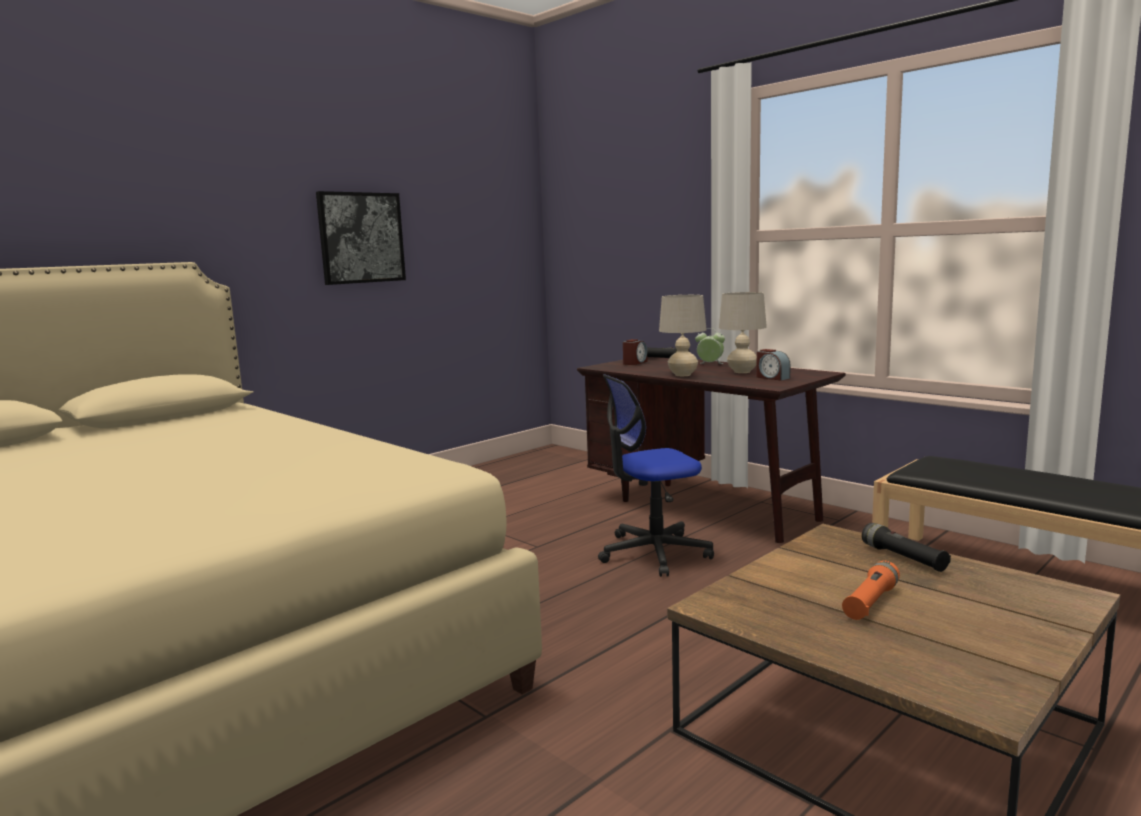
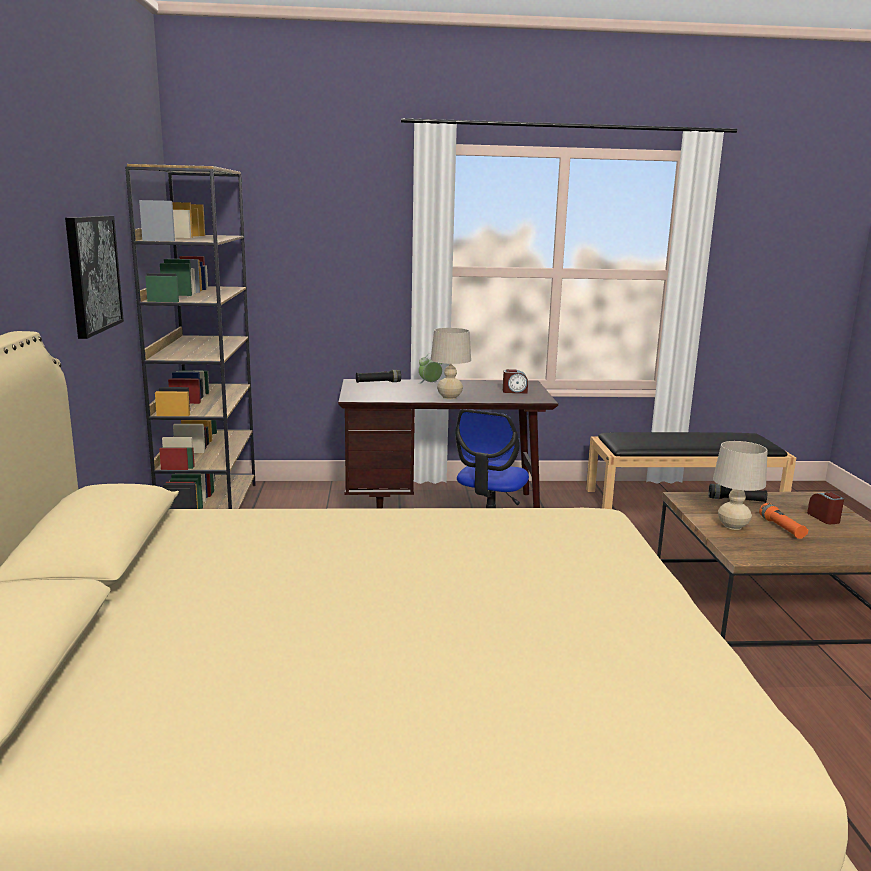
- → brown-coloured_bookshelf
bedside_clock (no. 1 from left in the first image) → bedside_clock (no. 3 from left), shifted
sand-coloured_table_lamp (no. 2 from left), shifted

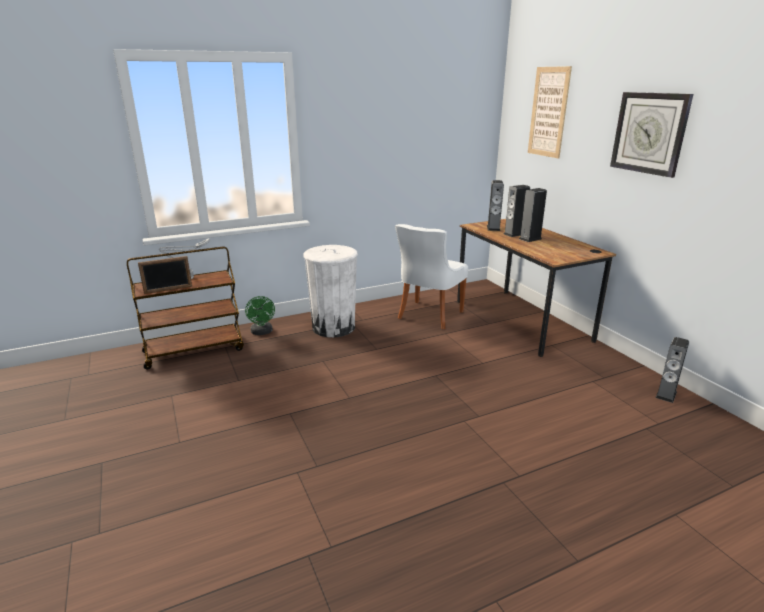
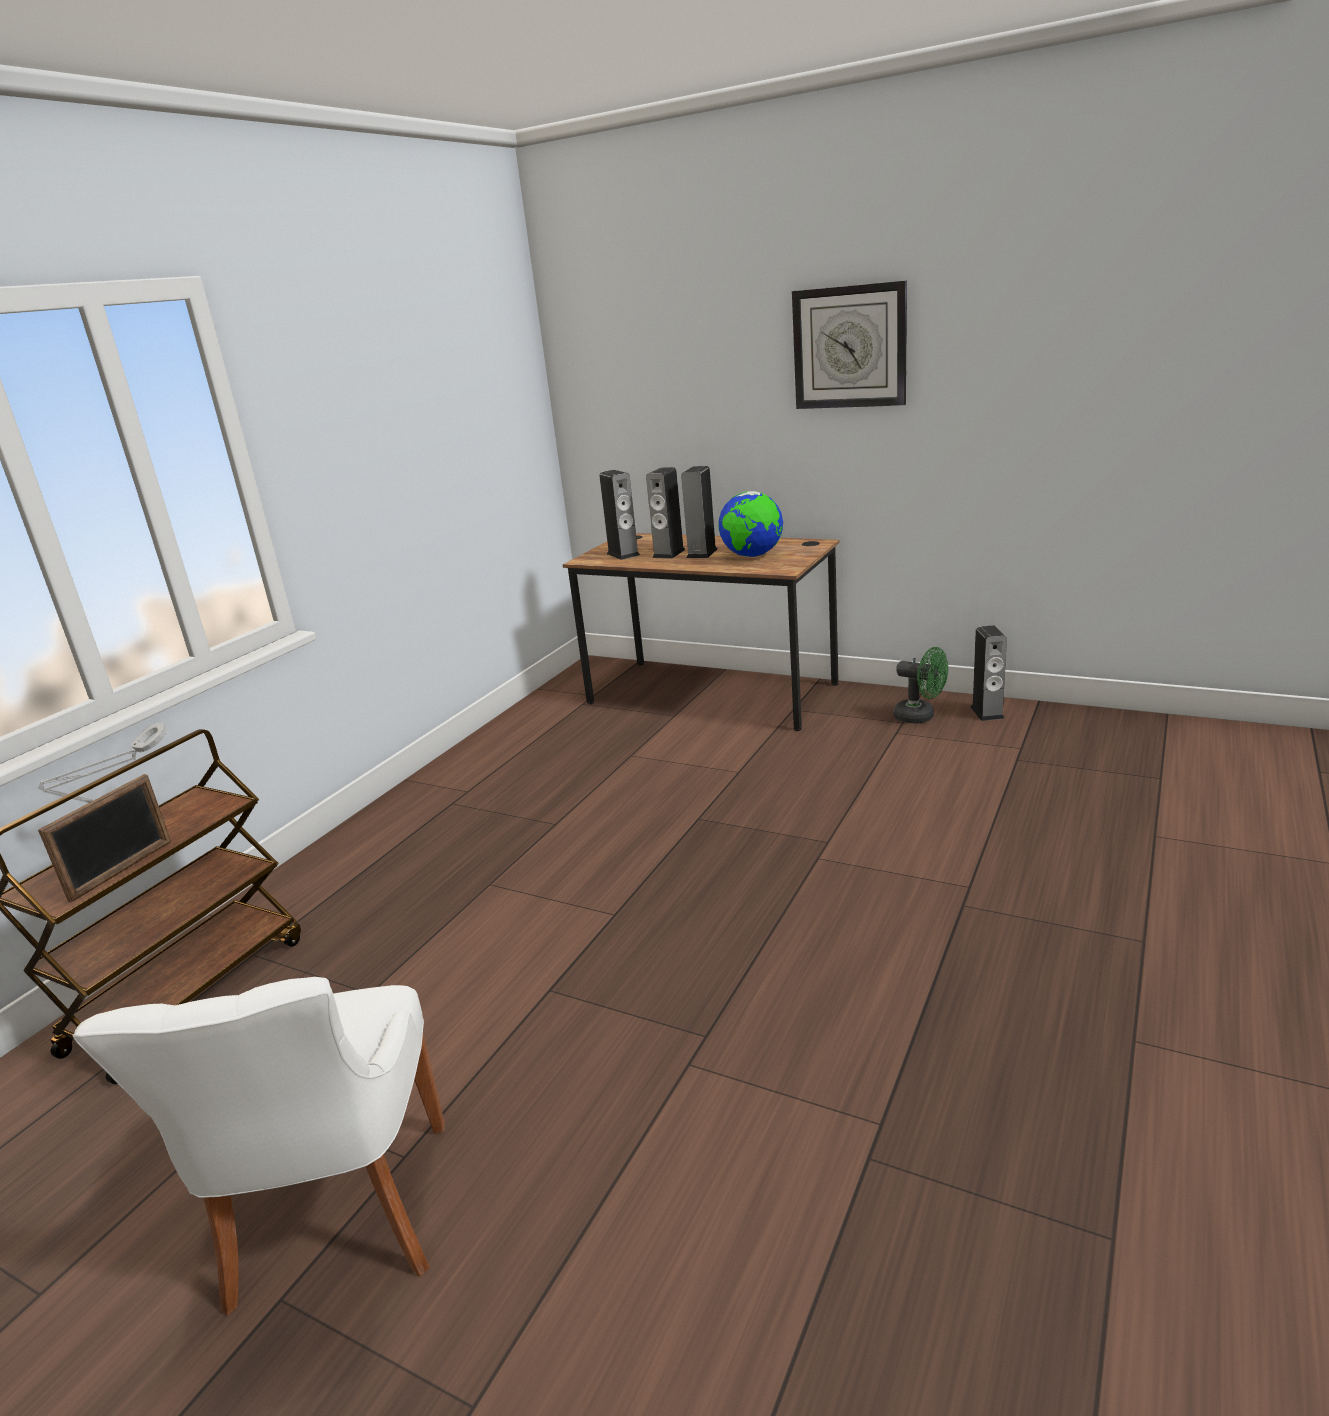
white-coloured_trash_can → -
picture → -
- → globe
green-coloured_electric_fan, shifted
white-coloured_upright_chair, shifted

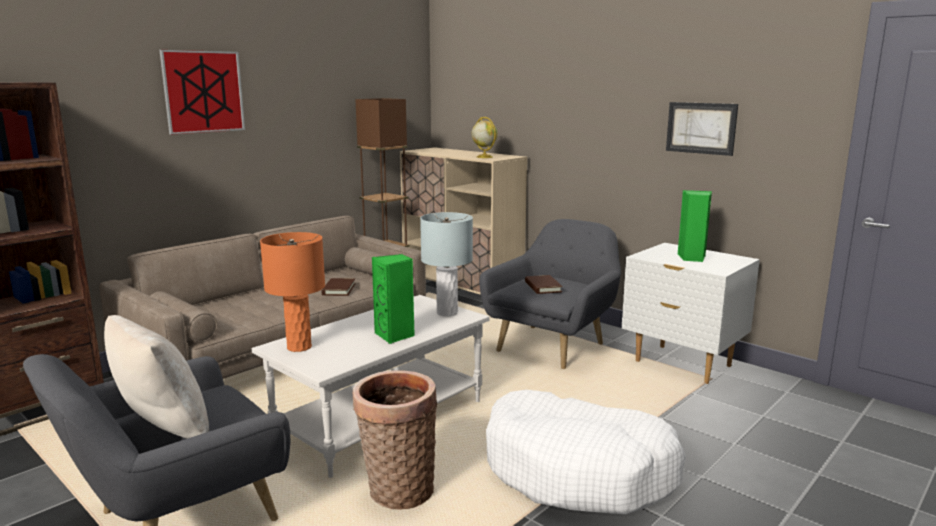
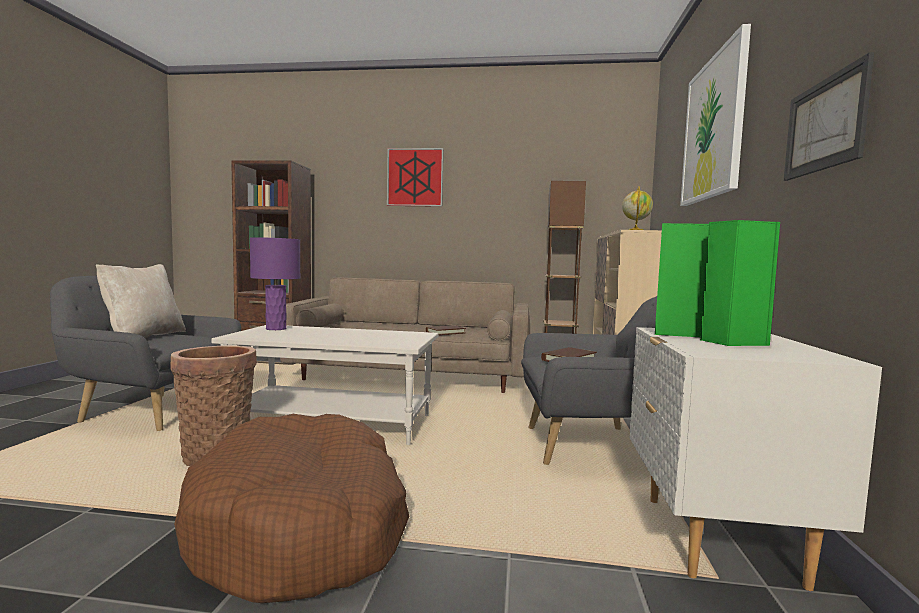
gray_table_lamp → -
- → picture (no. 2 from left)
green-coloured_loudspeaker (no. 1 from left), shifted
orangey_table_lamp → purple-coloured_table_lamp
white-coloured_dog_bed → brown-coloured_dog_bed

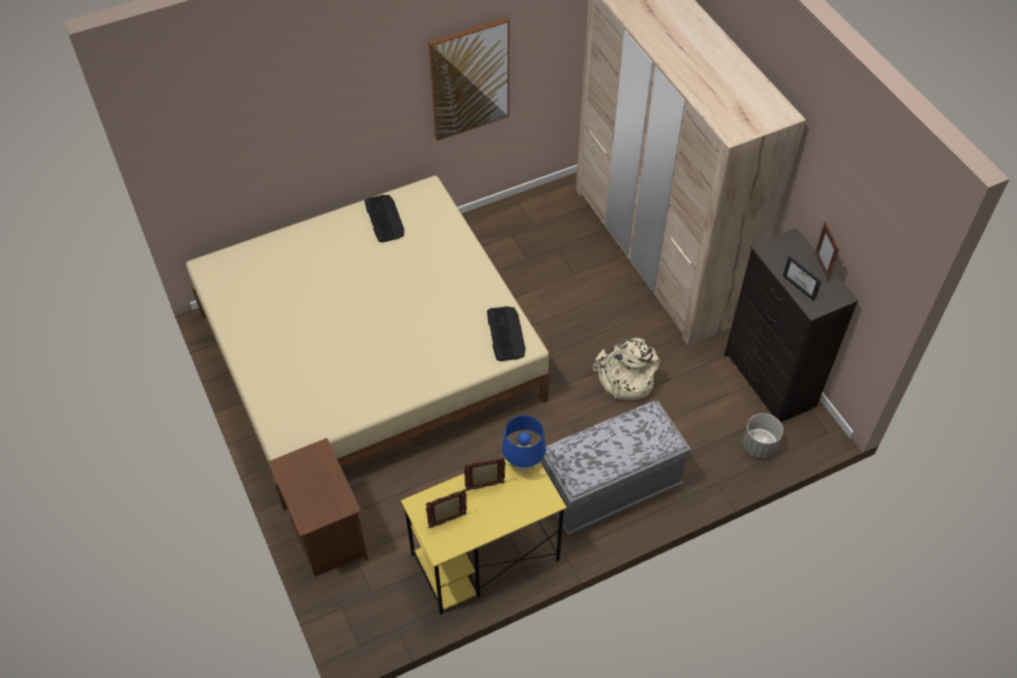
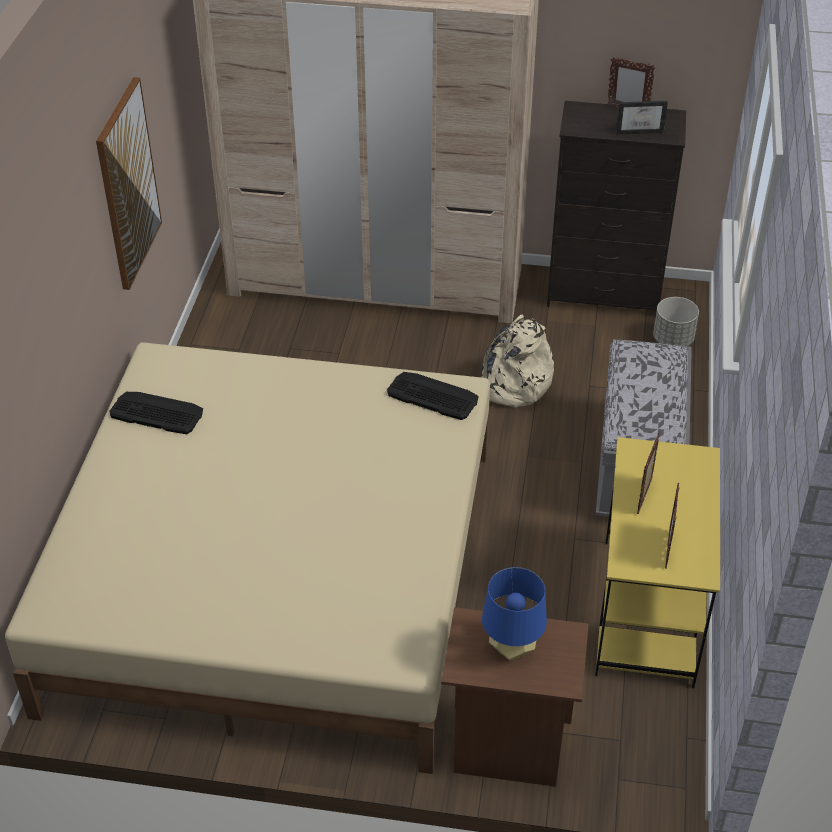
bluish_table_lamp, shifted

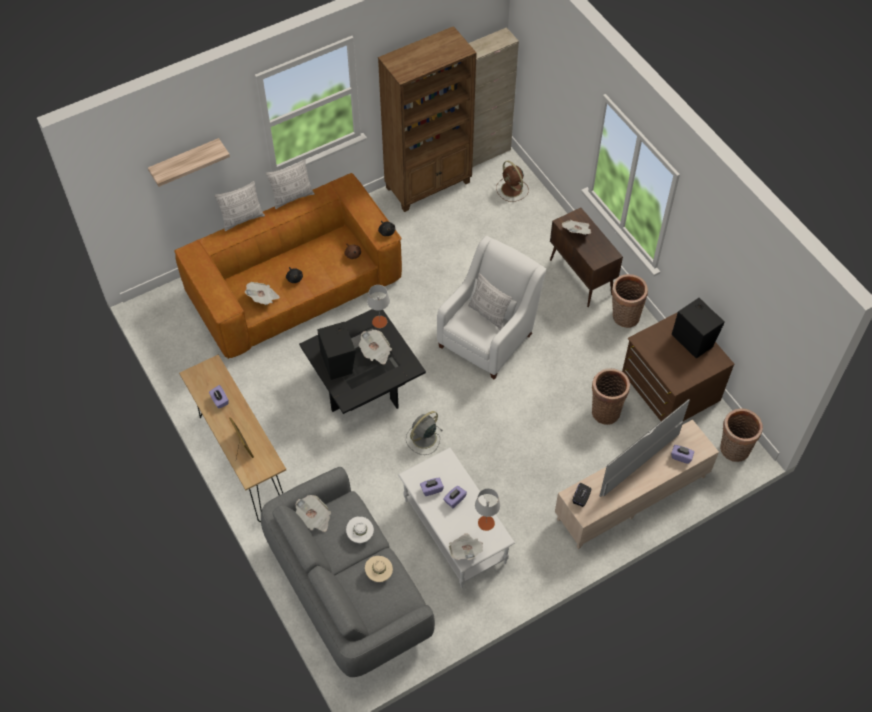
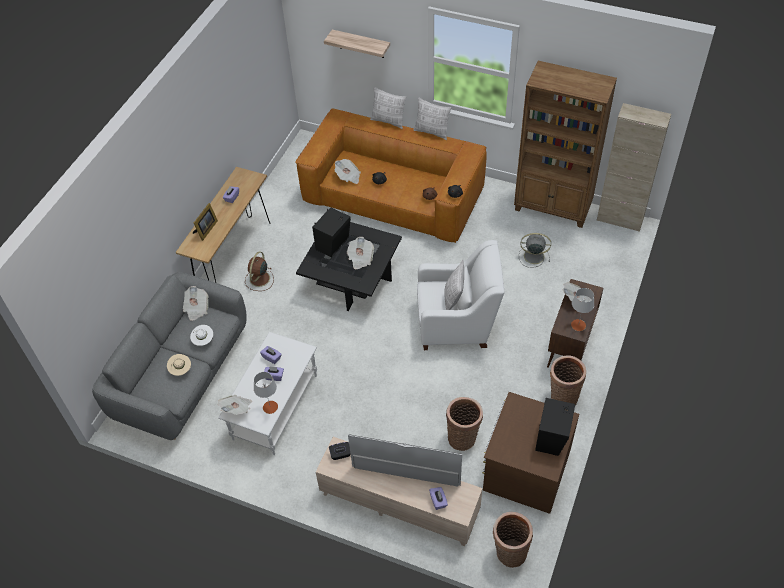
gray_table_lamp (no. 1 from left in the first image) → gray_table_lamp (no. 2 from left), shifted
gray_electric_fan, shifted
brown-coloured_electric_fan, shifted

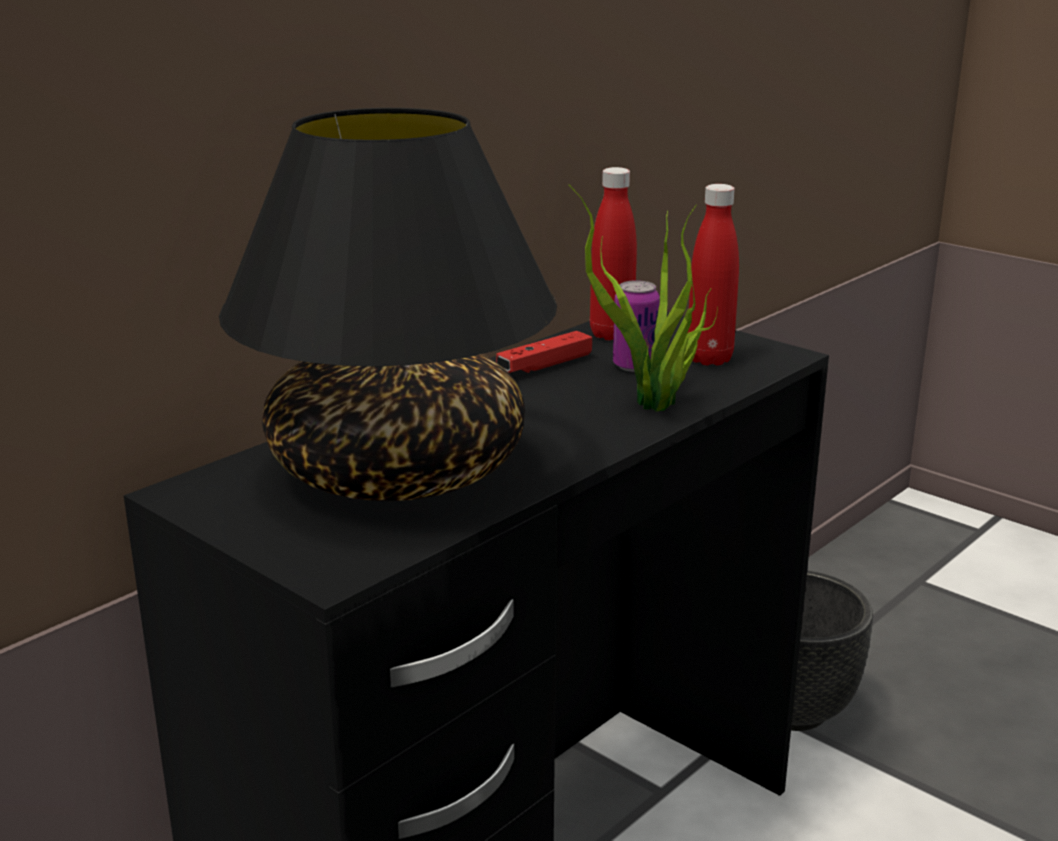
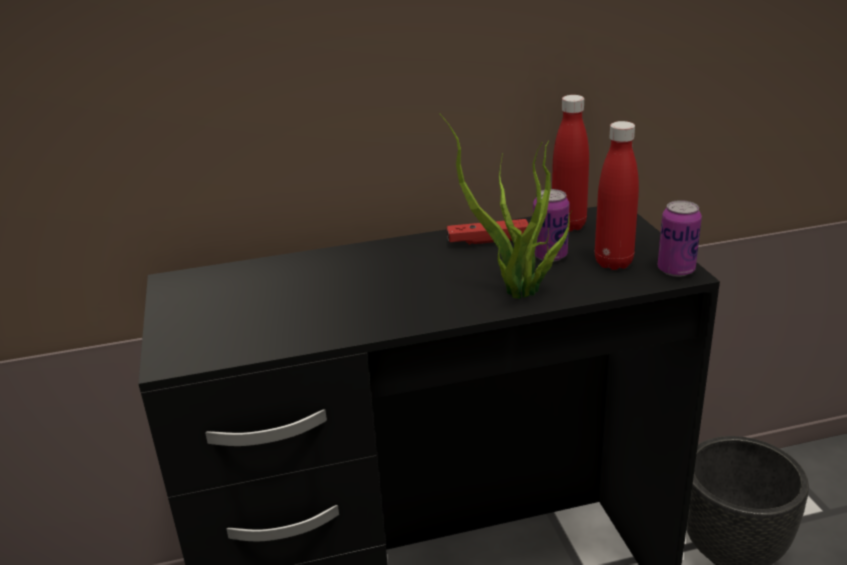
blackish_table_lamp → -
- → sealed_can (no. 2 from left)

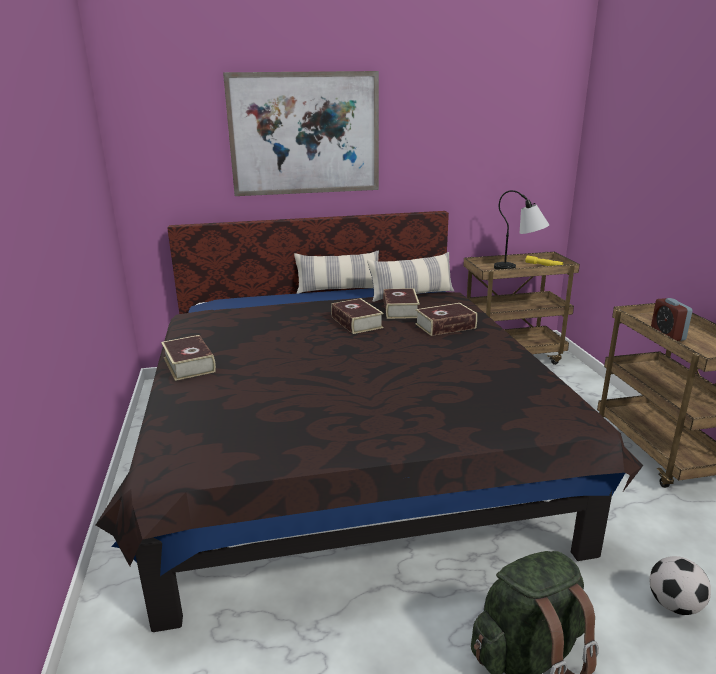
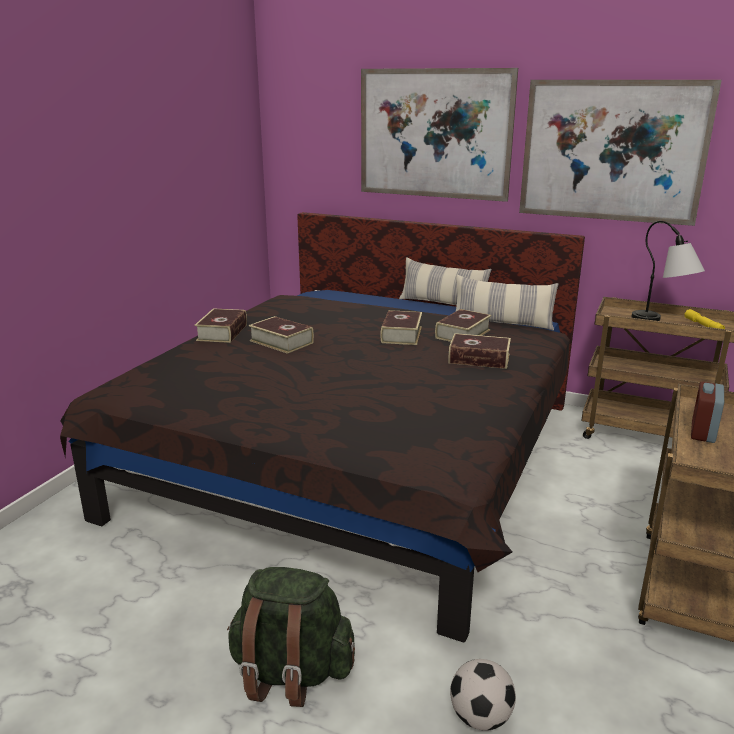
- → bound_book (no. 2 from left)
- → picture (no. 2 from left)

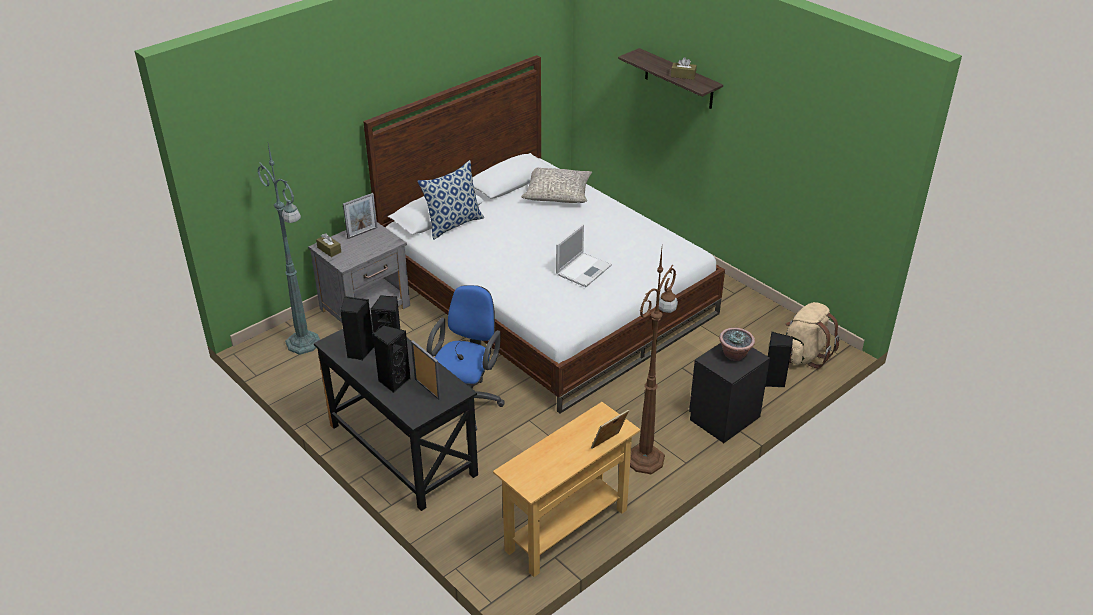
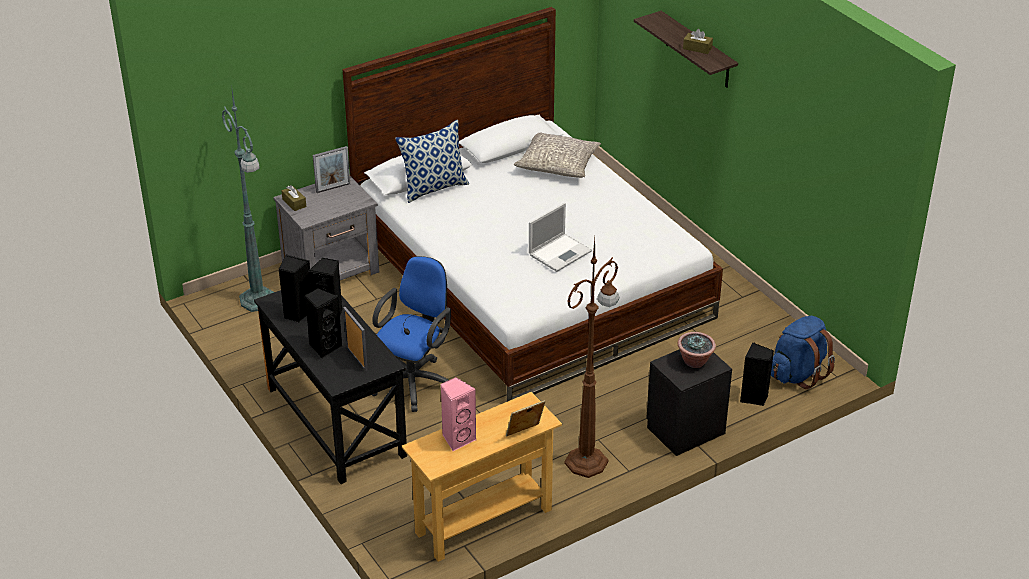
- → pink-coloured_loudspeaker
sand-coloured_knapsack → bluish_knapsack

